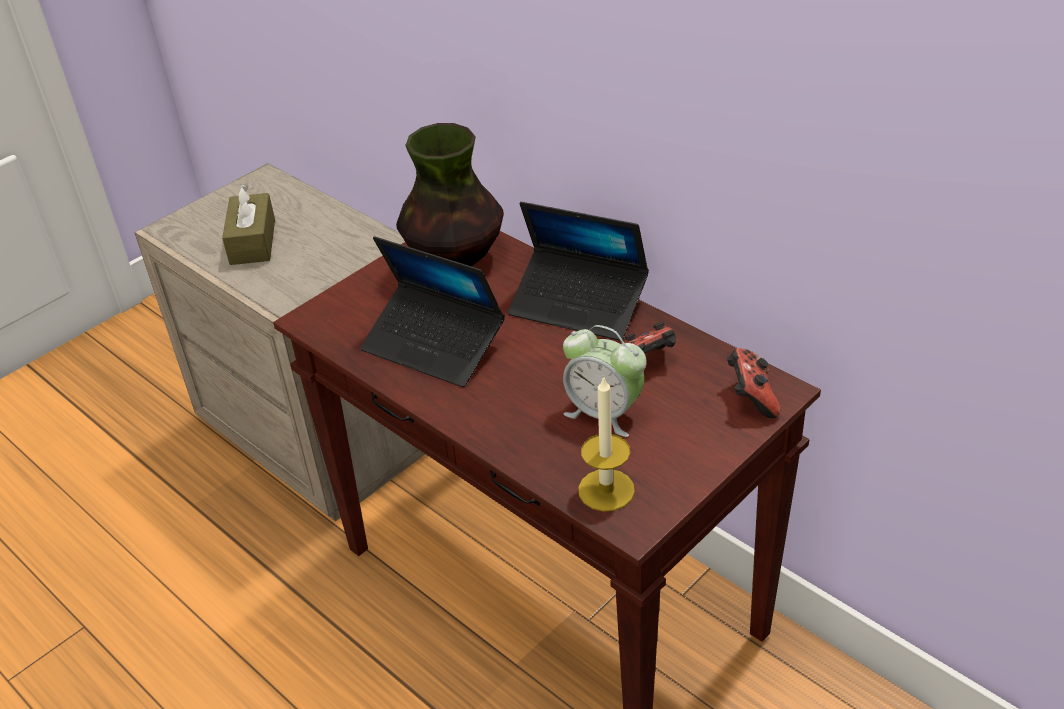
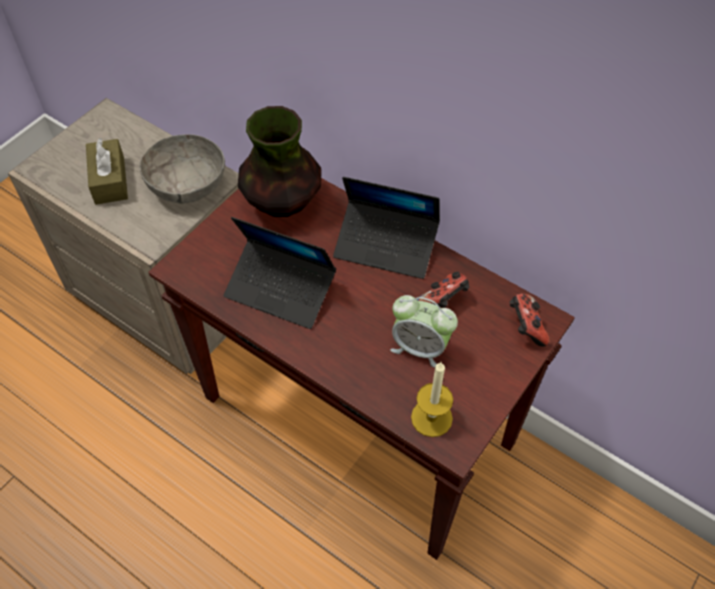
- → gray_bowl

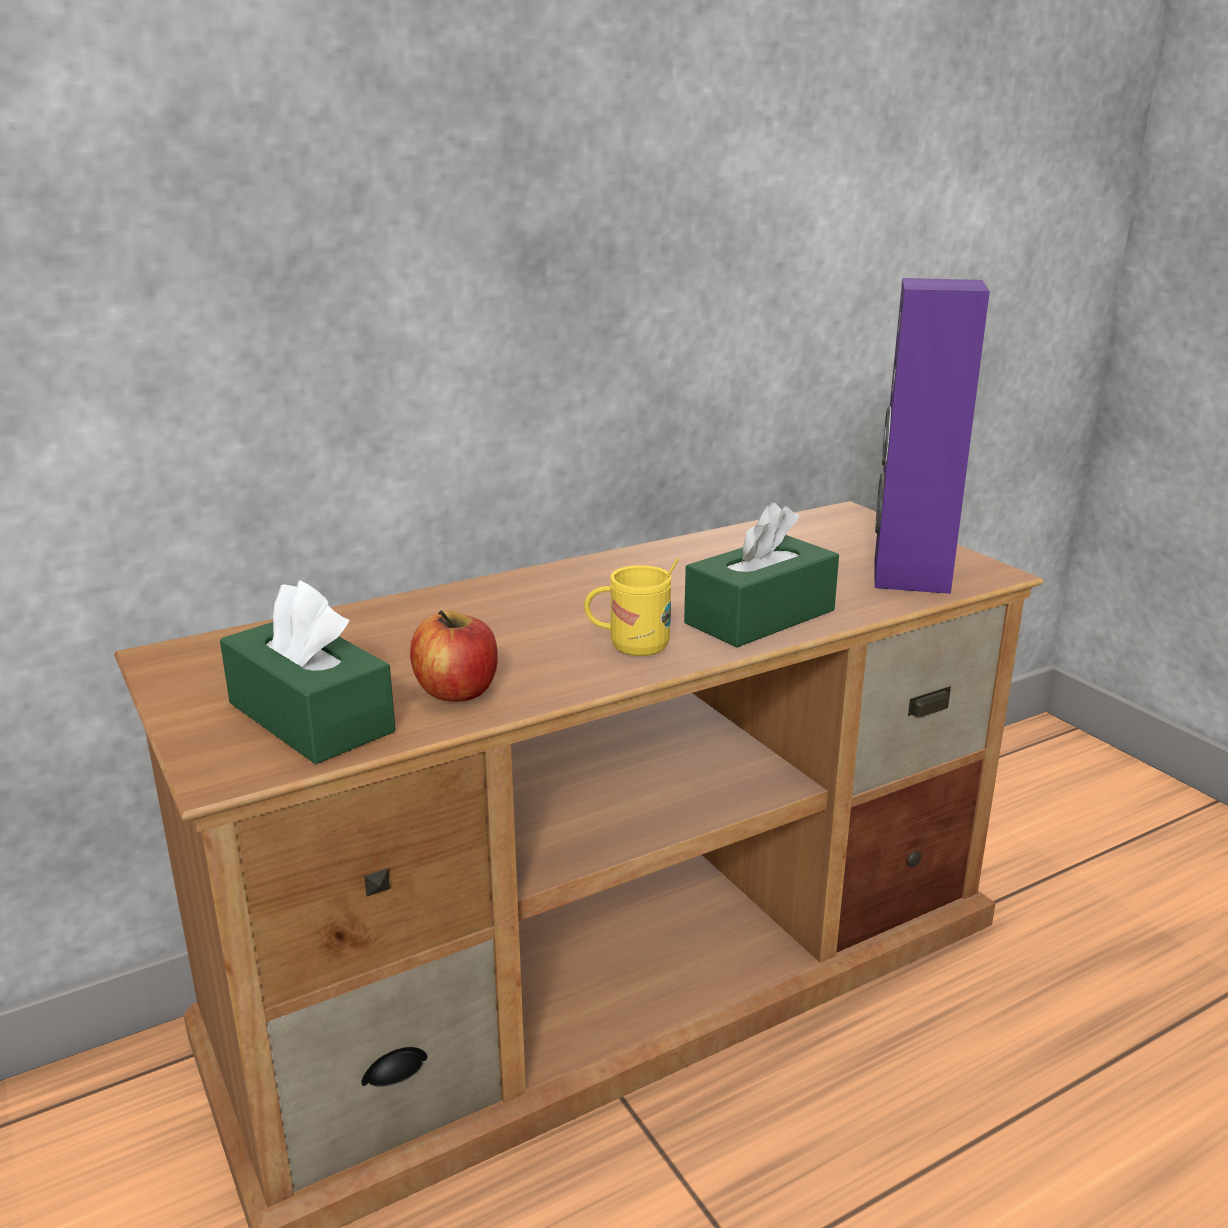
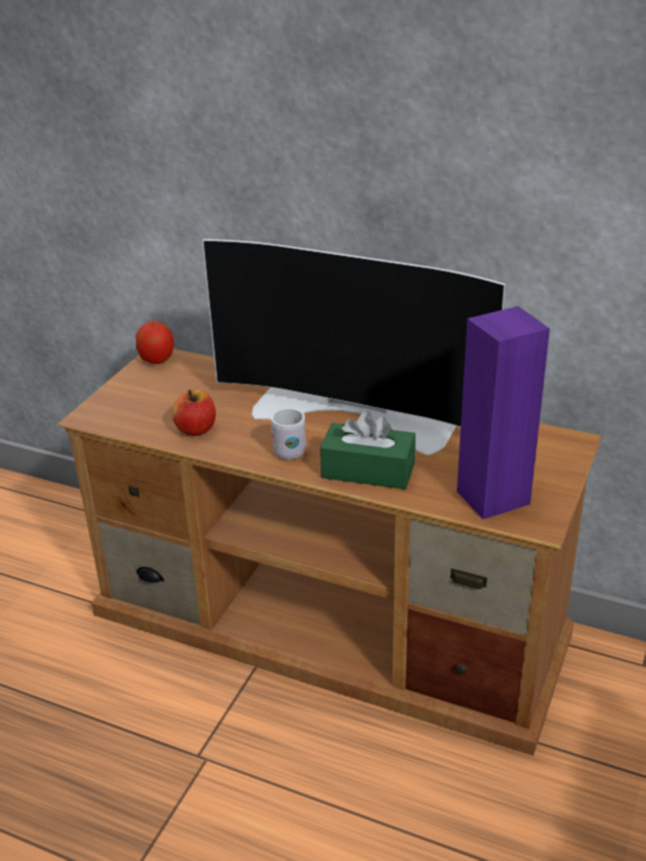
green-coloured_box_of_tissues (no. 1 from left) → -
- → whole_apple (no. 1 from left)
- → TV_set
yellow-coloured_coffee_mug → white-coloured_coffee_mug

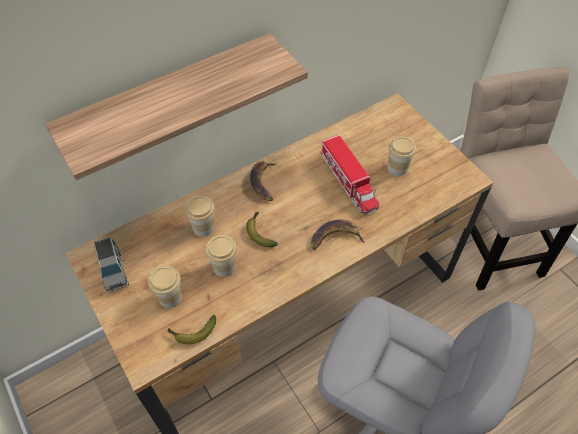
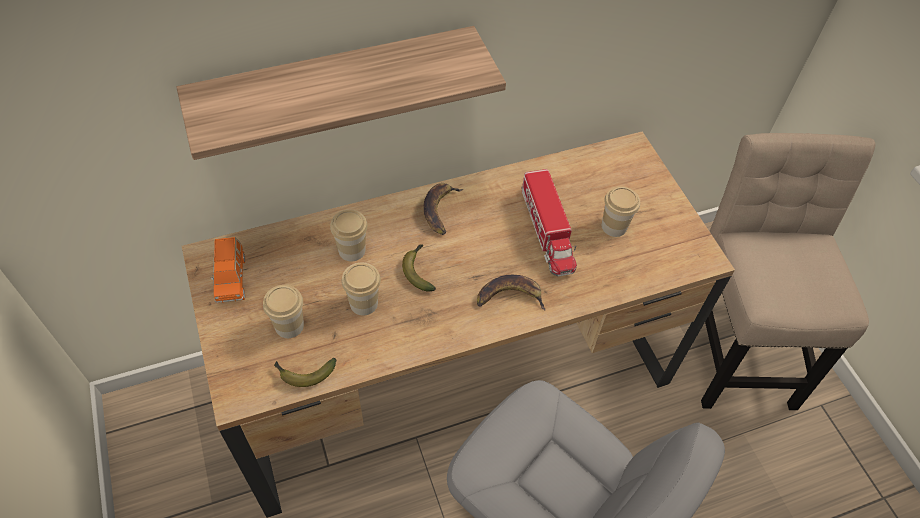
gray_toy_car → orangey_toy_car

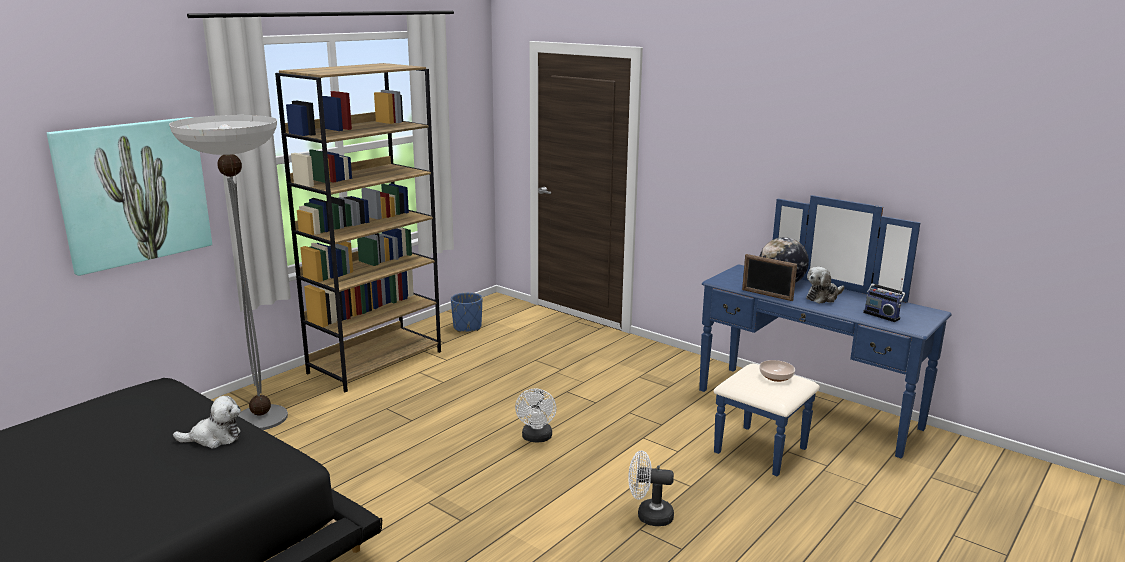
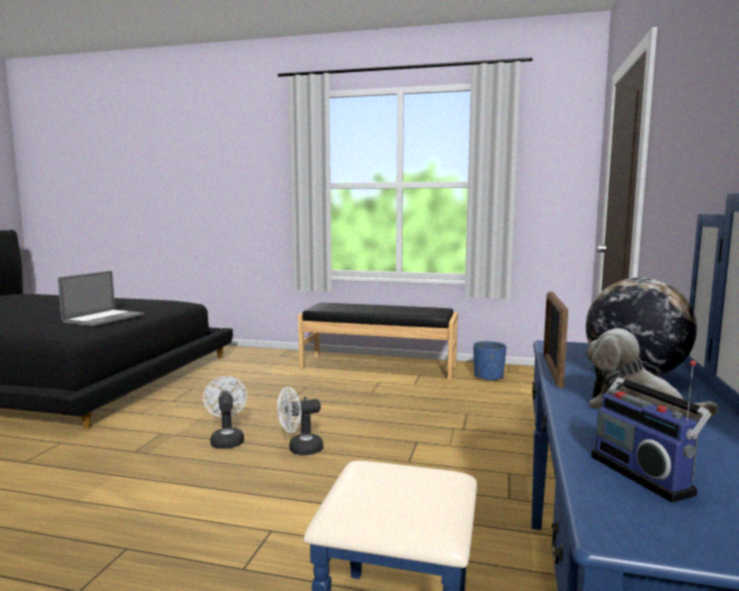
picture → -
floor_lamp → -
bowl → -
white-coloured_electric_fan (no. 2 from left in the first image) → white-coloured_electric_fan (no. 1 from left), shifted
cuddly_toy (no. 1 from left) → portable_computer
brown-coloured_bookshelf → blackish_long_seat
radio_set, 45 degrees counterclockwise

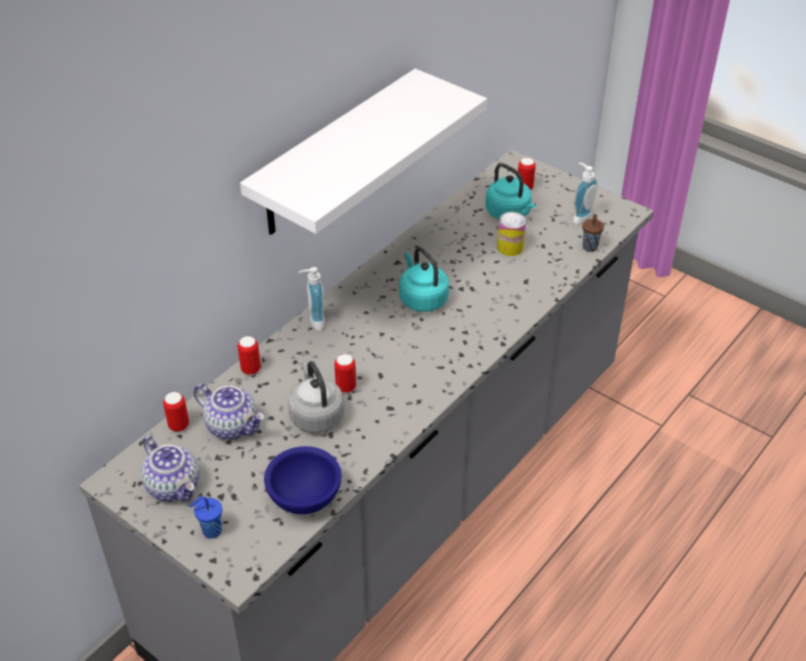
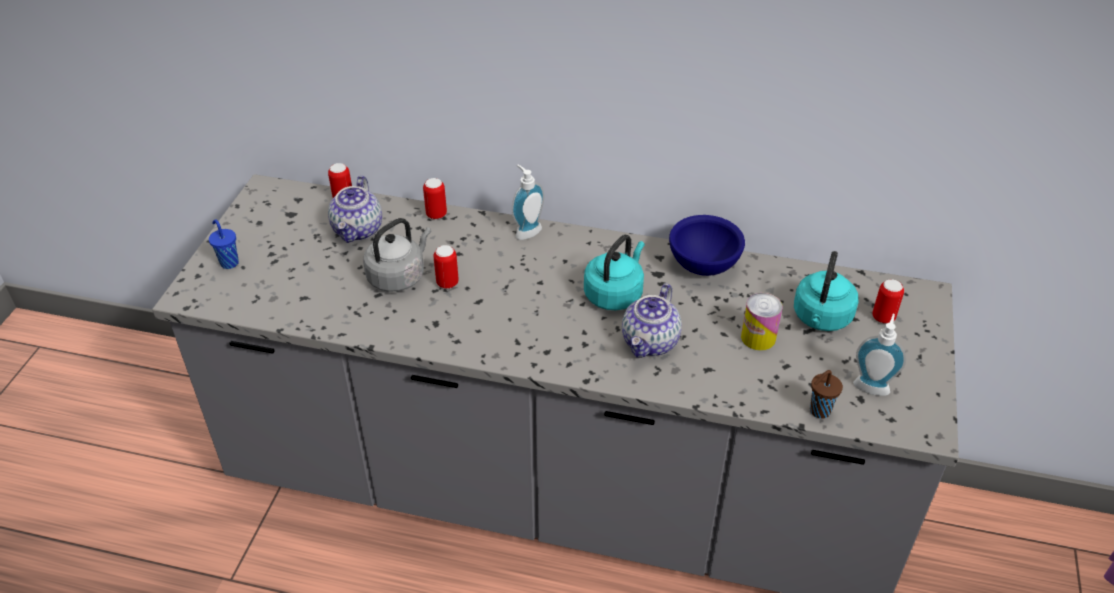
white-coloured_shelf → -
teapot (no. 1 from left in the first image) → teapot (no. 2 from left), shifted
bluish_bowl, shifted

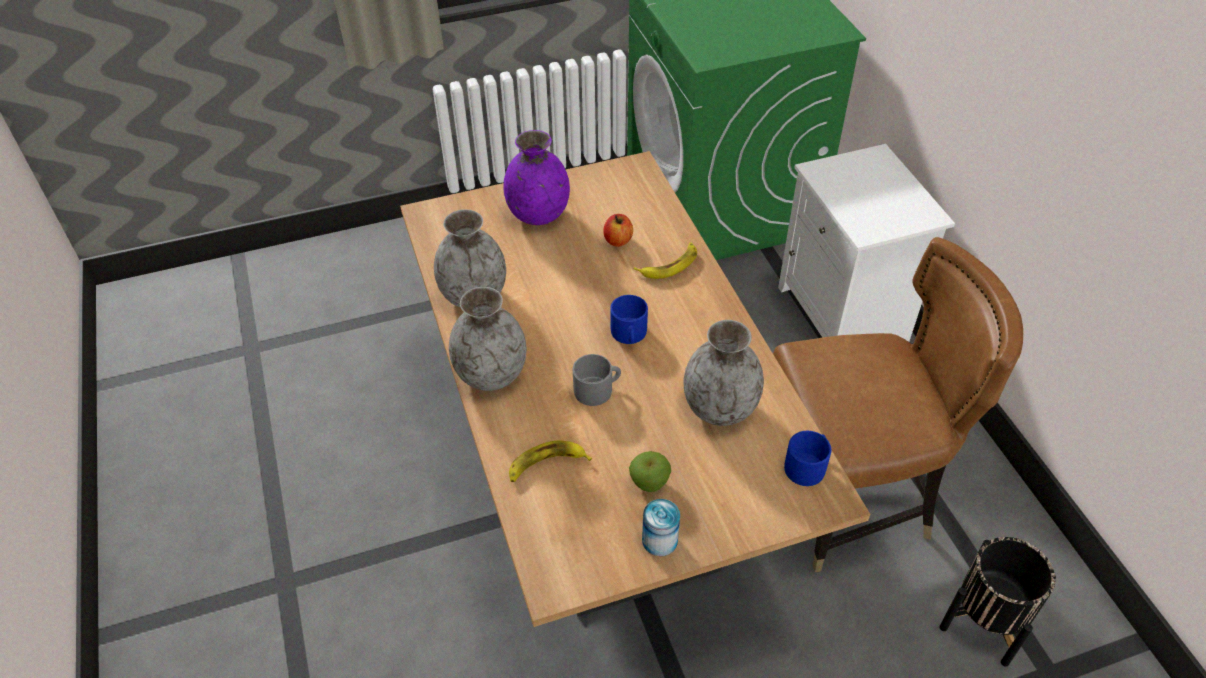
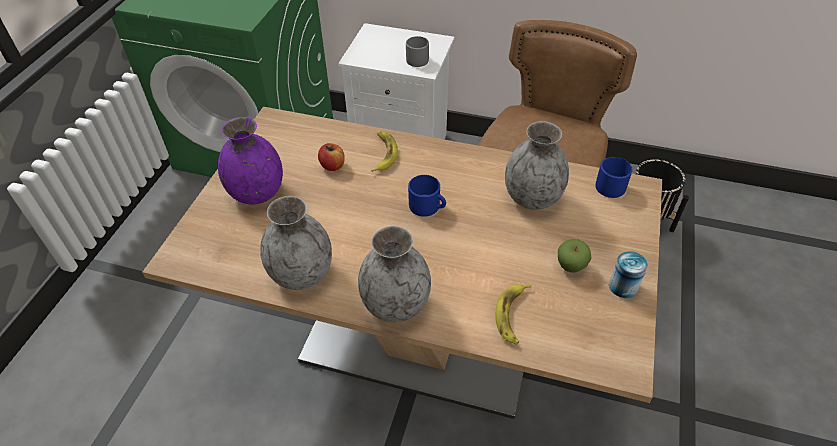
gray_coffee_mug, shifted

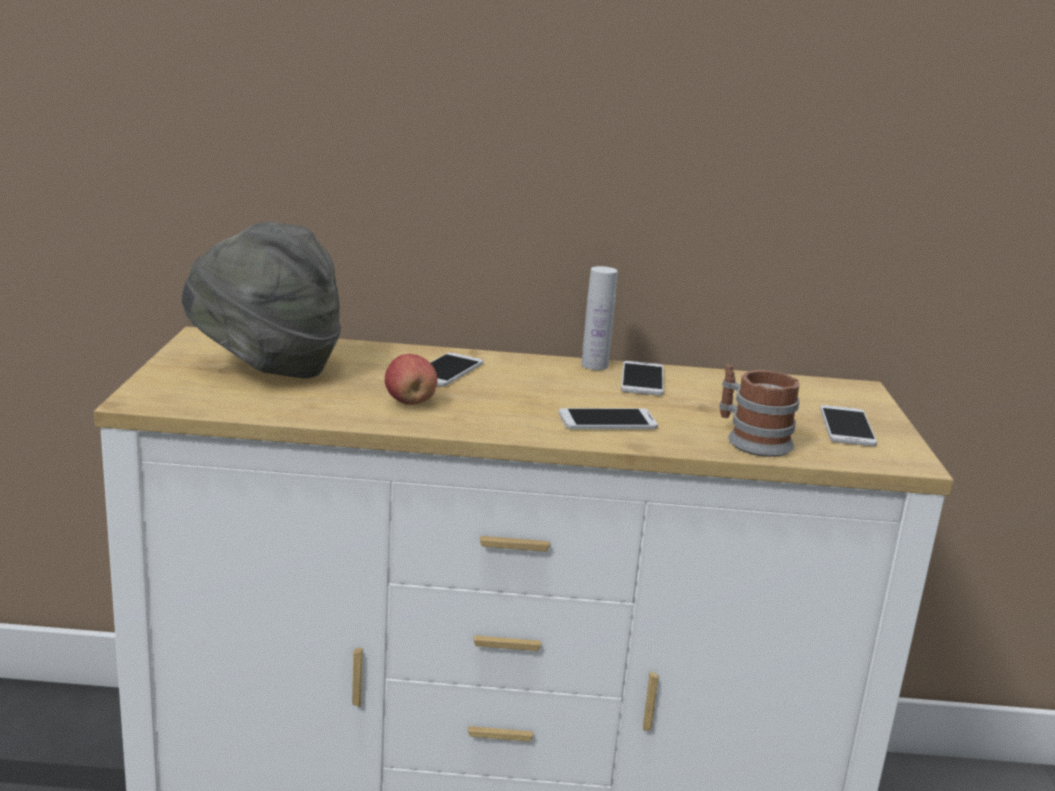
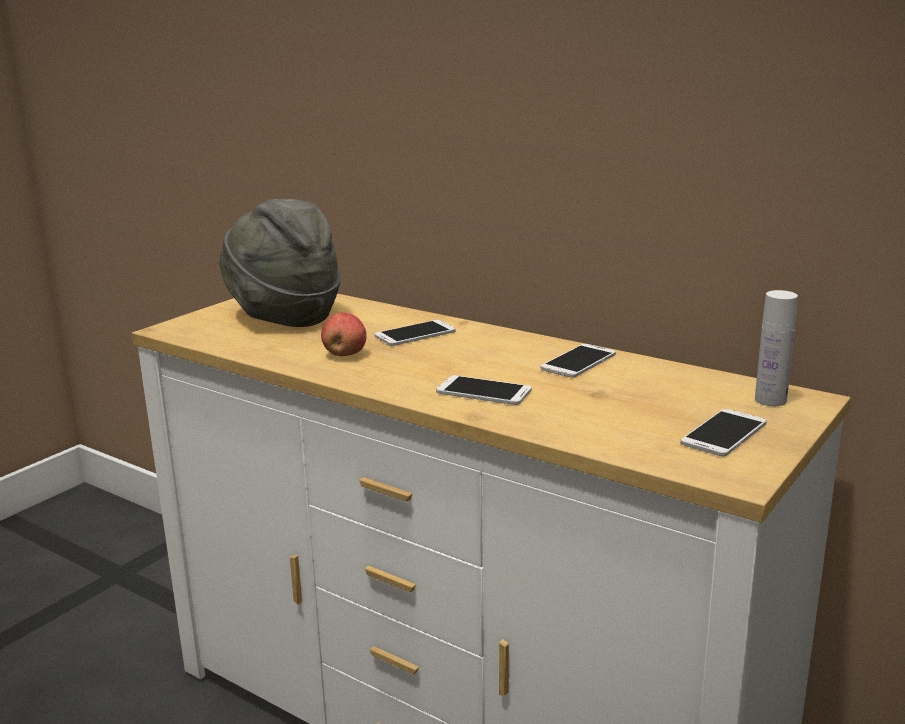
coffee_mug → -
white-coloured_bottle, shifted

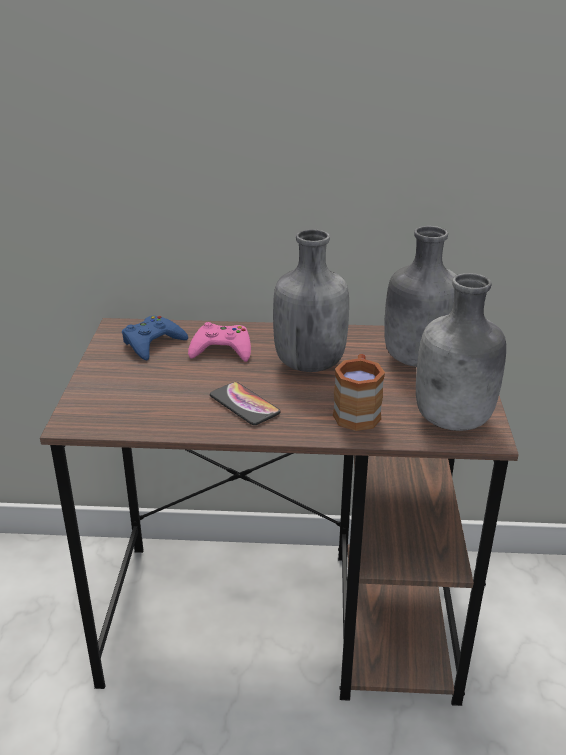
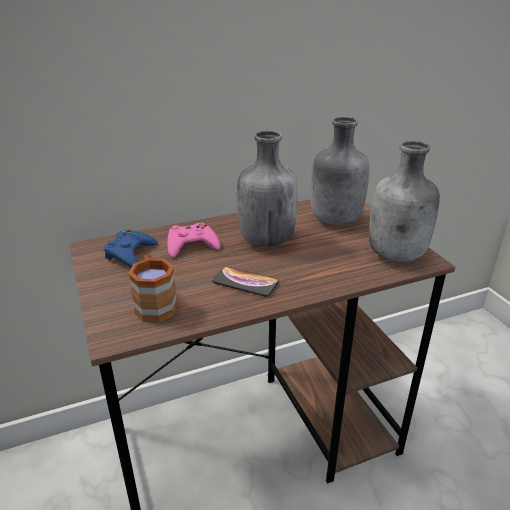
brown-coloured_coffee_mug, shifted

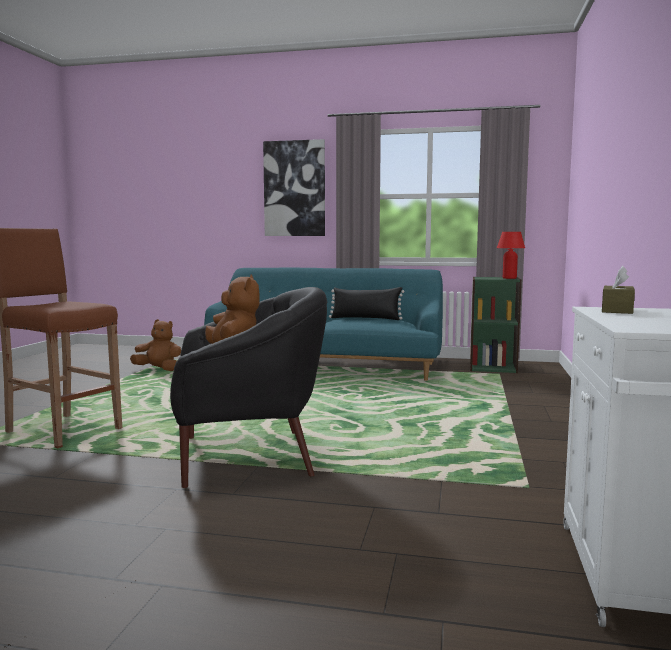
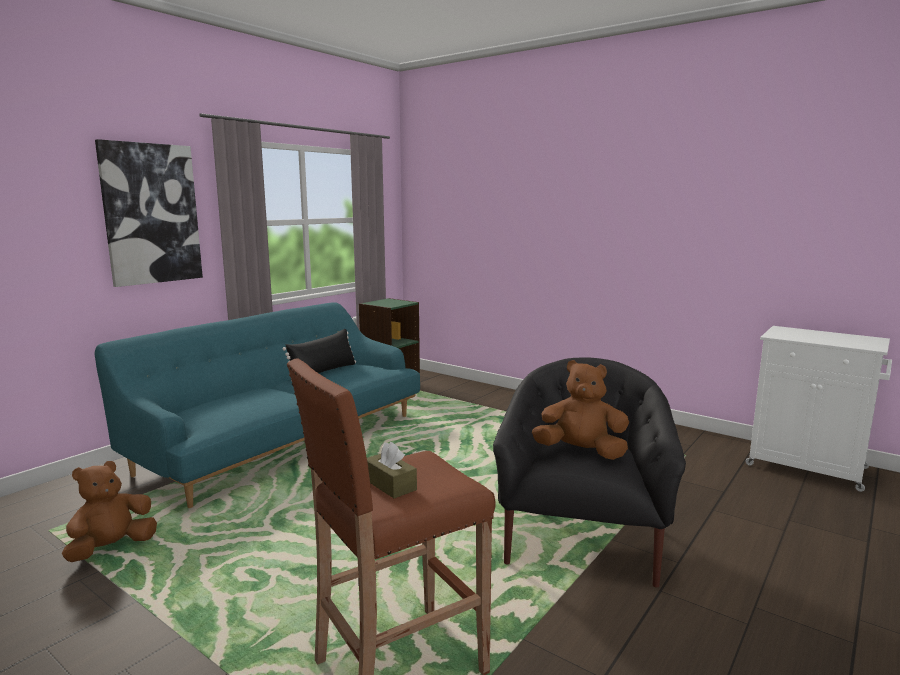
reddish_table_lamp → -
brown-coloured_box_of_tissues, shifted

